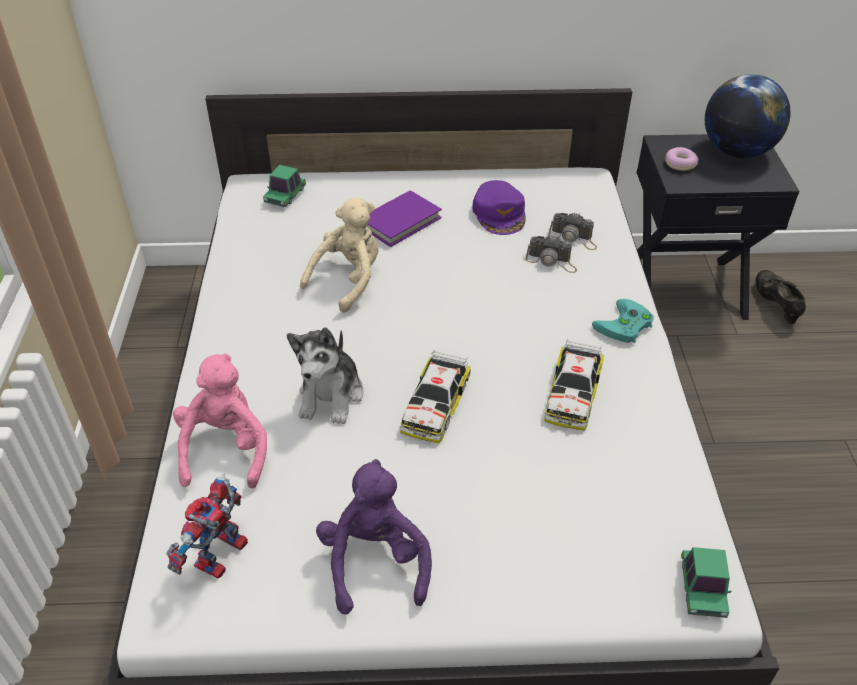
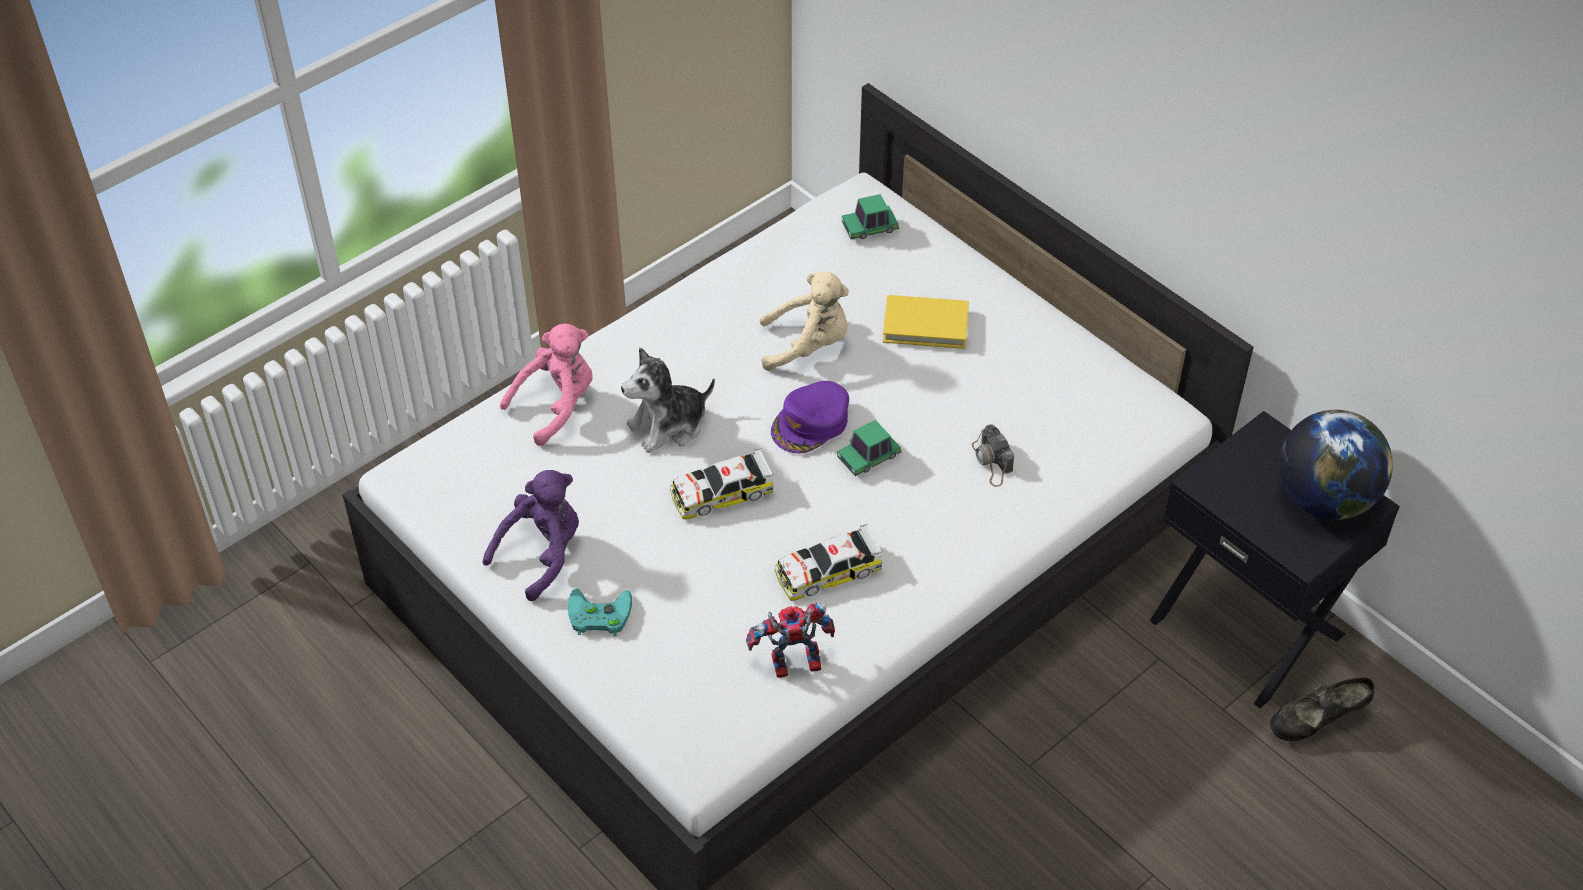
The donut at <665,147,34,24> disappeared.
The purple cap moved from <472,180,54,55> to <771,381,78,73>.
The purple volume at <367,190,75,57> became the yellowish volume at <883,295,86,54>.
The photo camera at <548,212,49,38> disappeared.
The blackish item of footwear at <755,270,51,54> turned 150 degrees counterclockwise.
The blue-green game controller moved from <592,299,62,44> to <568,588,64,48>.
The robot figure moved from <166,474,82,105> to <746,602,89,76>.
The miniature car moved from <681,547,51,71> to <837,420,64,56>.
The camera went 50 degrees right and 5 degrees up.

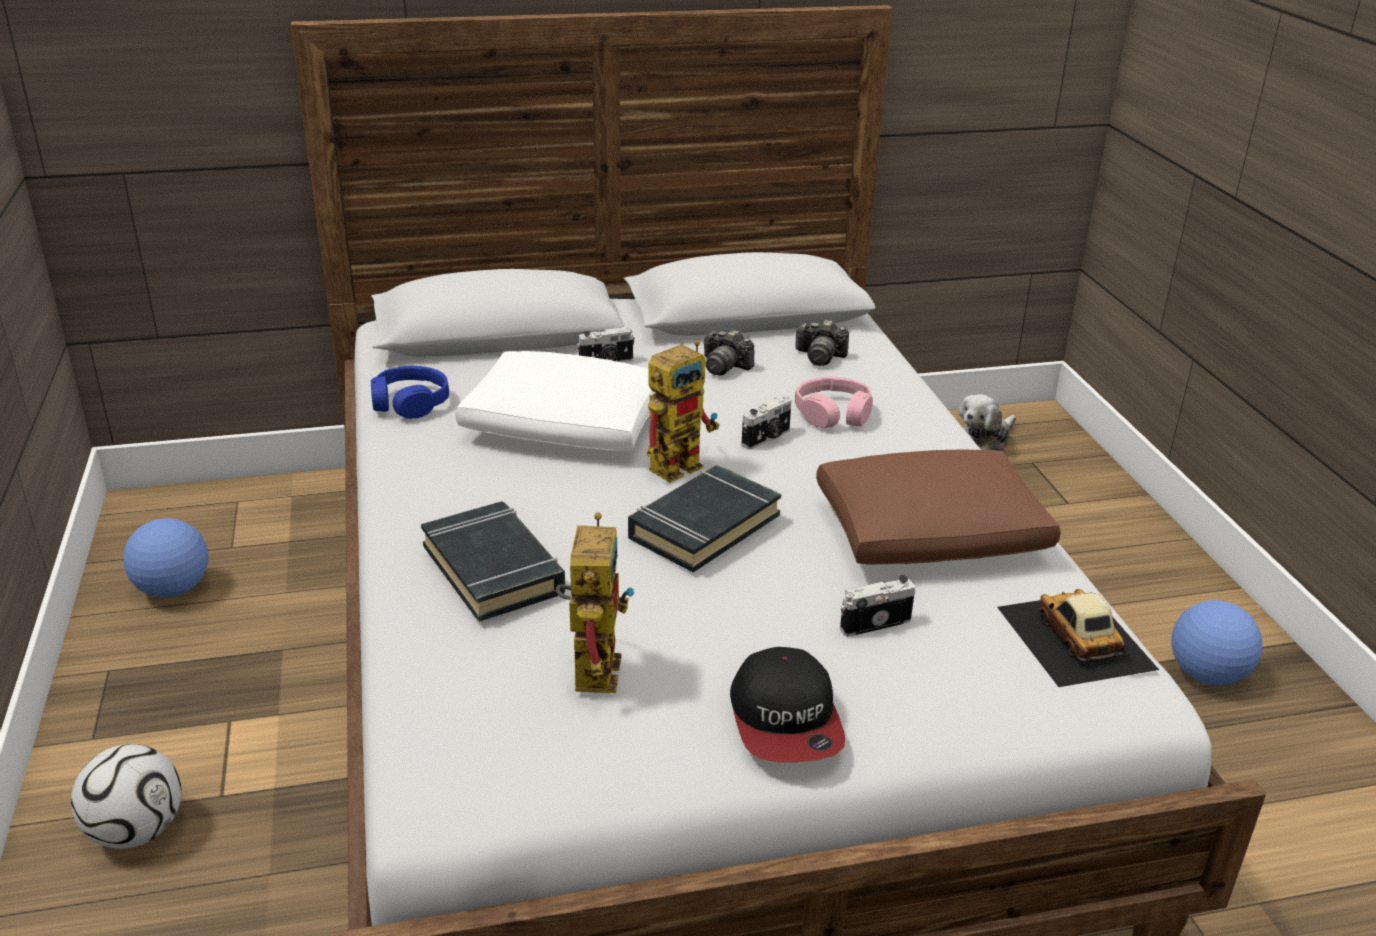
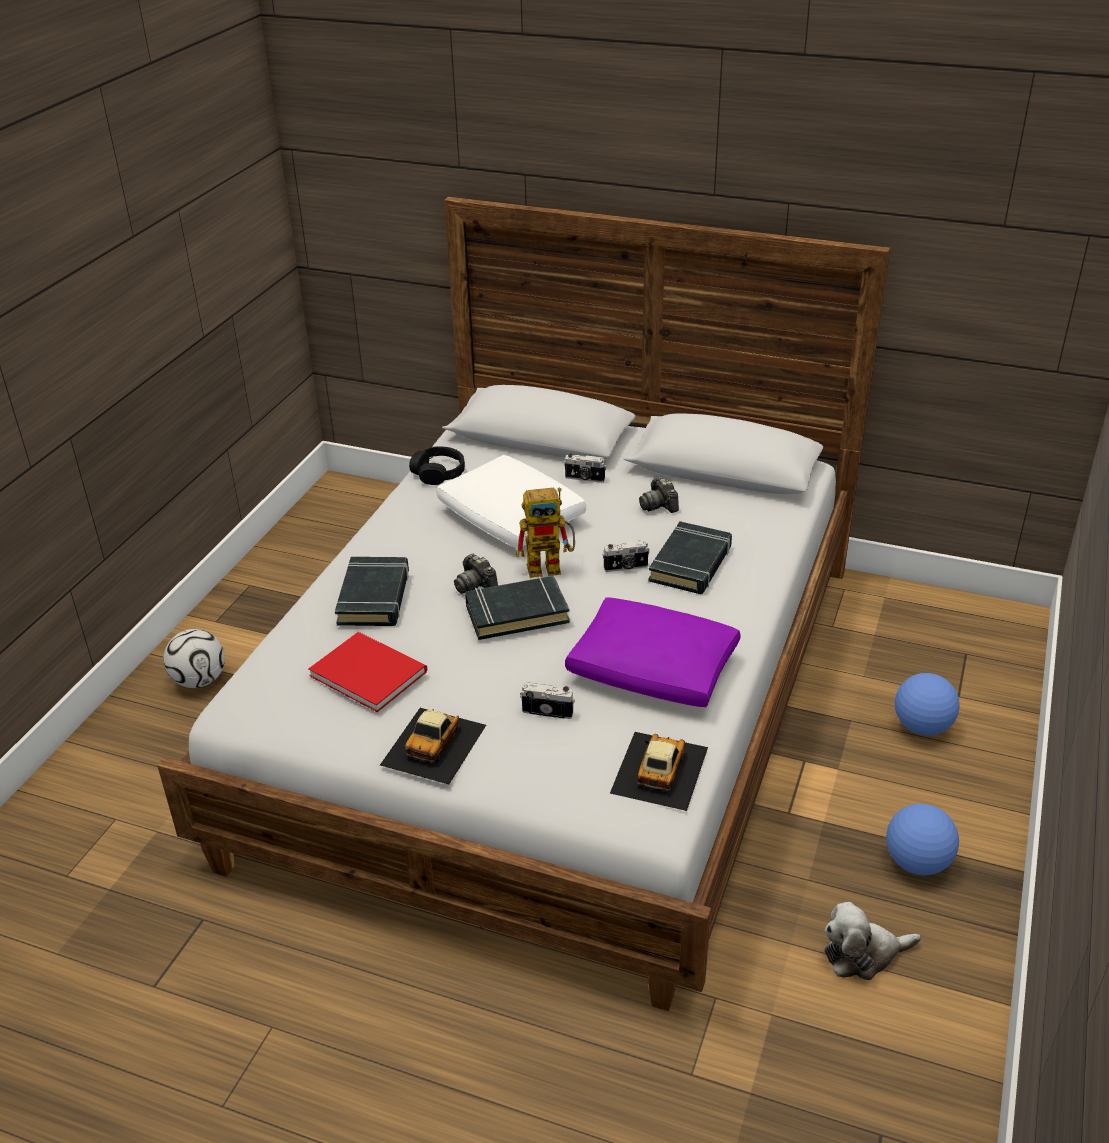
The photo camera moved from <795,320,54,46> to <454,554,44,40>.
The blue-coloured pair of headphones at <371,366,78,53> became the blackish pair of headphones at <409,446,56,39>.
The pink-coloured pair of headphones at <795,377,78,51> was replaced by the blackish volume at <648,521,84,73>.
The soft toy moved from <959,394,57,59> to <825,902,96,78>.
The brownish throw pillow at <816,449,245,115> became the purple throw pillow at <565,598,176,109>.
The robot figure at <556,512,79,181> was replaced by the red-coloured volume at <308,632,119,80>.
The ball for football moved from <123,518,85,80> to <895,673,65,63>.
The cap at <730,647,115,115> was replaced by the miniature car at <380,708,106,77>.
The camera went 35 degrees right and 5 degrees up.

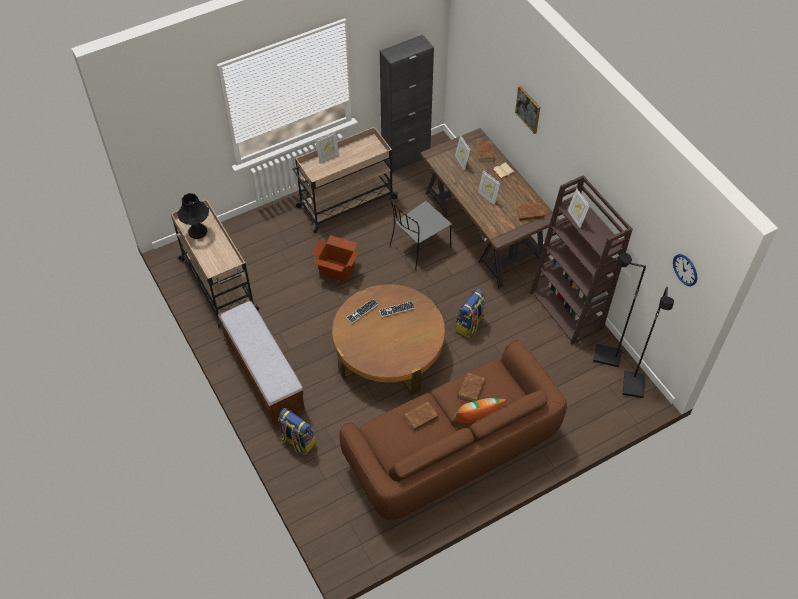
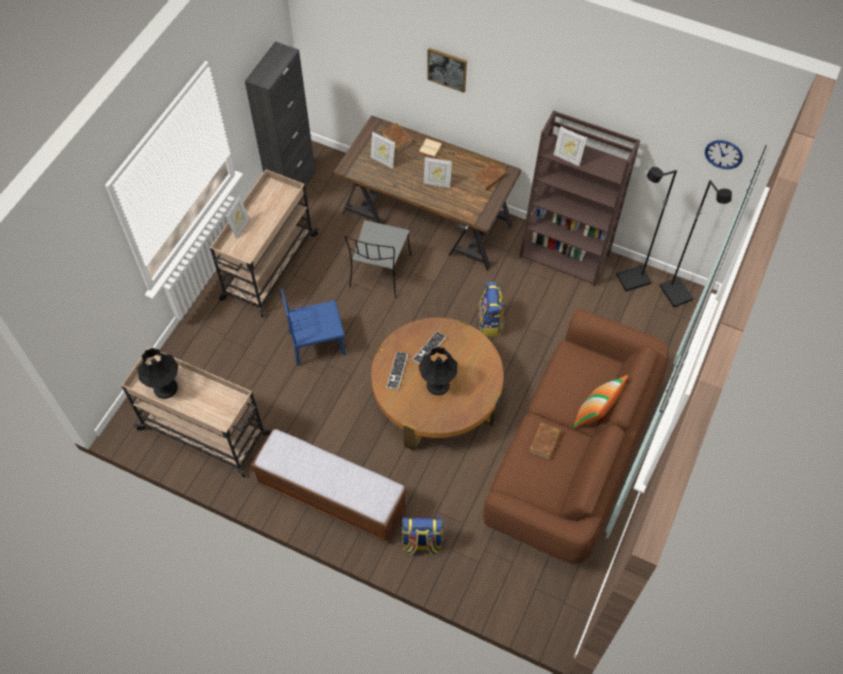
The carton at <312,235,47,48> was replaced by the blue-coloured plain chair at <281,289,65,77>.
The brownish volume at <458,372,27,31> disappeared.
The blackish lamp for a table at <419,346,39,49> appeared.
The camera went 35 degrees left and 5 degrees up.

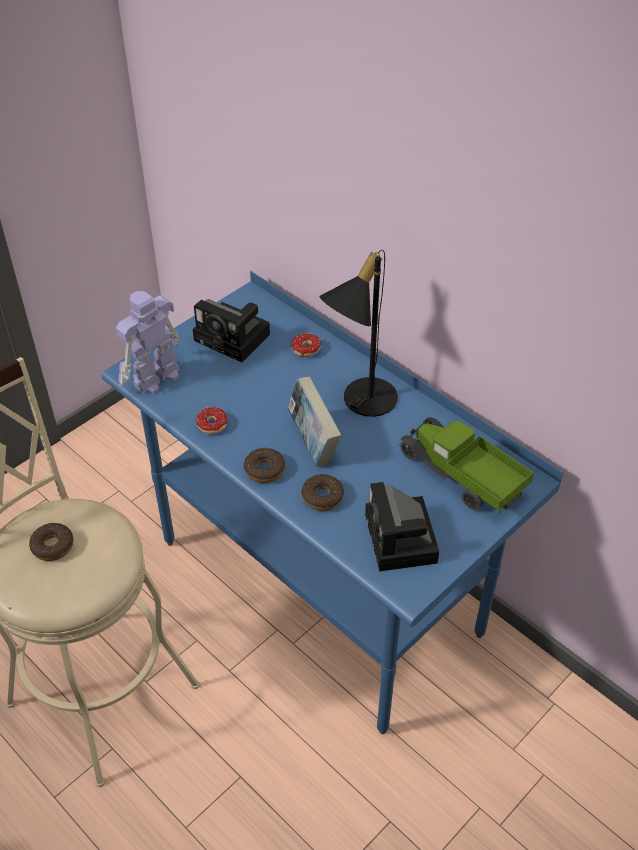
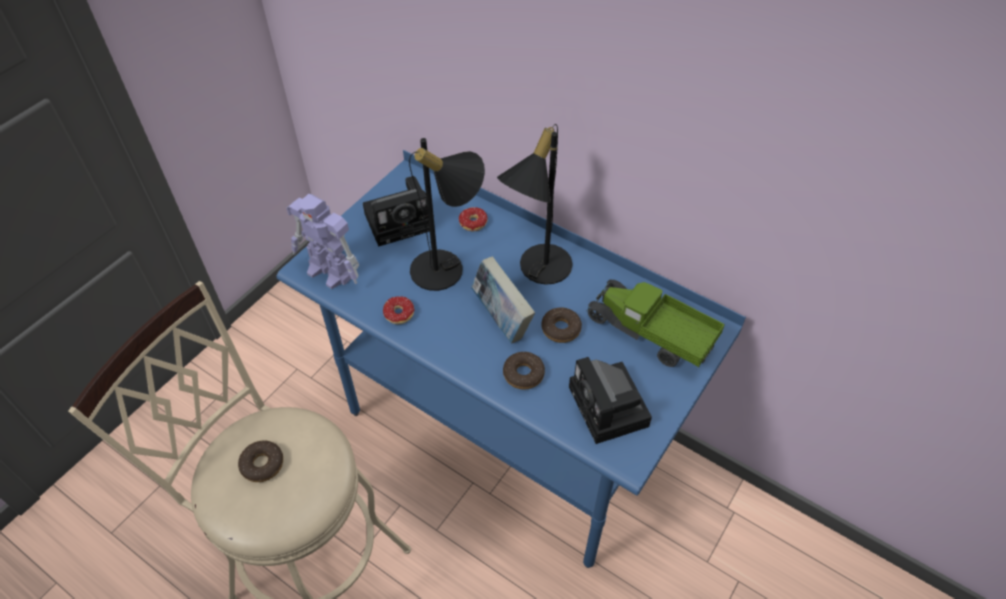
The robot figure at <116,291,64,103> turned 90 degrees counterclockwise.
The photo camera at <193,299,77,63> turned 45 degrees counterclockwise.
The donut moved from <244,448,41,35> to <541,307,41,36>.
The blackish lamp for a table at <409,138,76,153> appeared.
The camera went 10 degrees left and 5 degrees up.

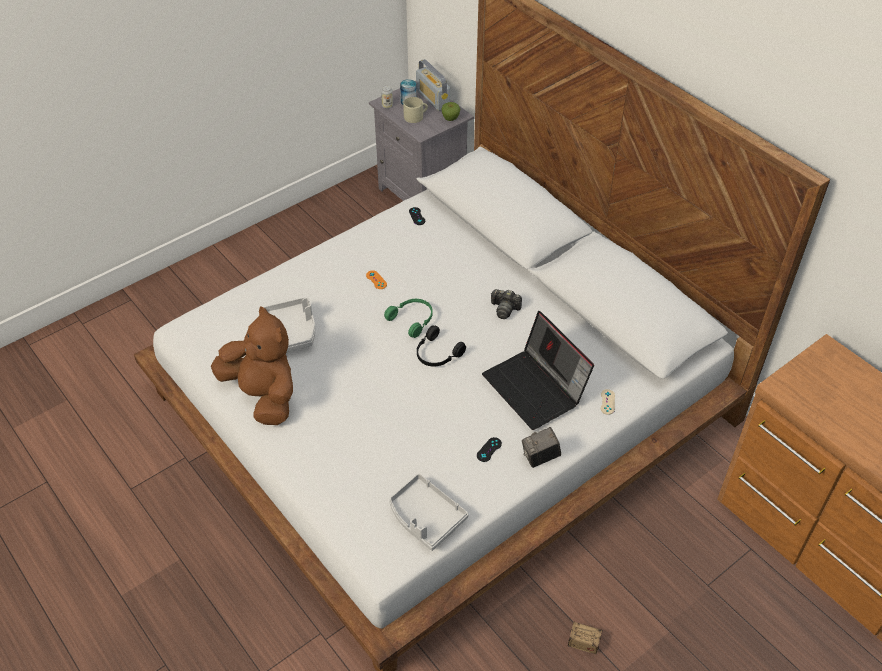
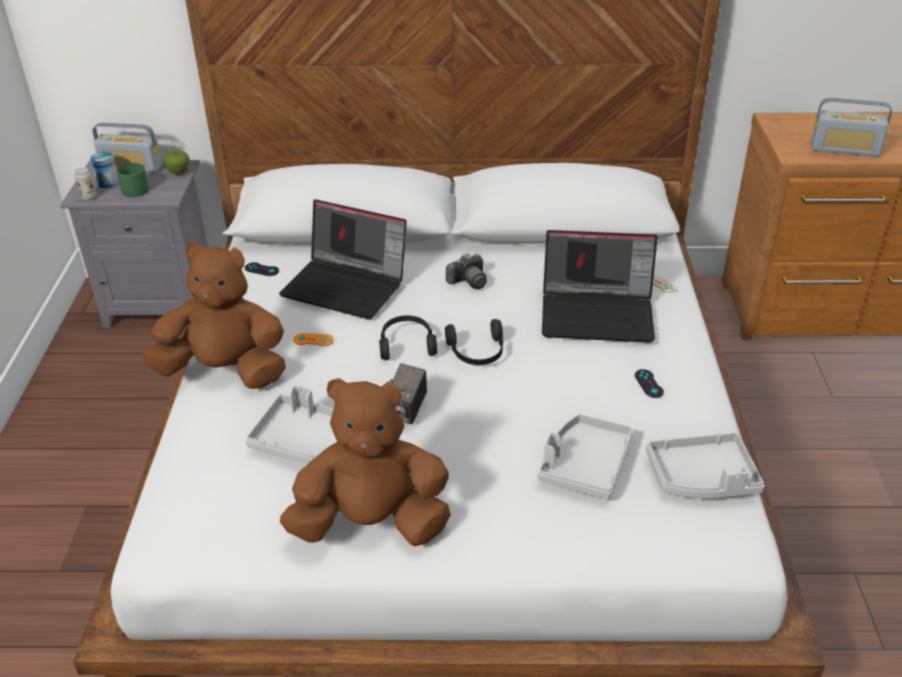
The sand-coloured mug at <403,97,25,26> became the green mug at <117,163,32,34>.
The green pair of headphones at <384,299,49,39> became the blackish pair of headphones at <379,315,58,45>.
The photo camera moved from <522,427,39,41> to <389,363,38,61>.
The storage box at <533,609,69,45> disappeared.
The radio receiver at <811,98,81,59> appeared.
The portable computer at <279,199,128,121> appeared.
The brownish soft toy at <142,241,144,148> appeared.
The grey tray at <537,414,97,85> appeared.
The camera went 50 degrees left and 10 degrees down.

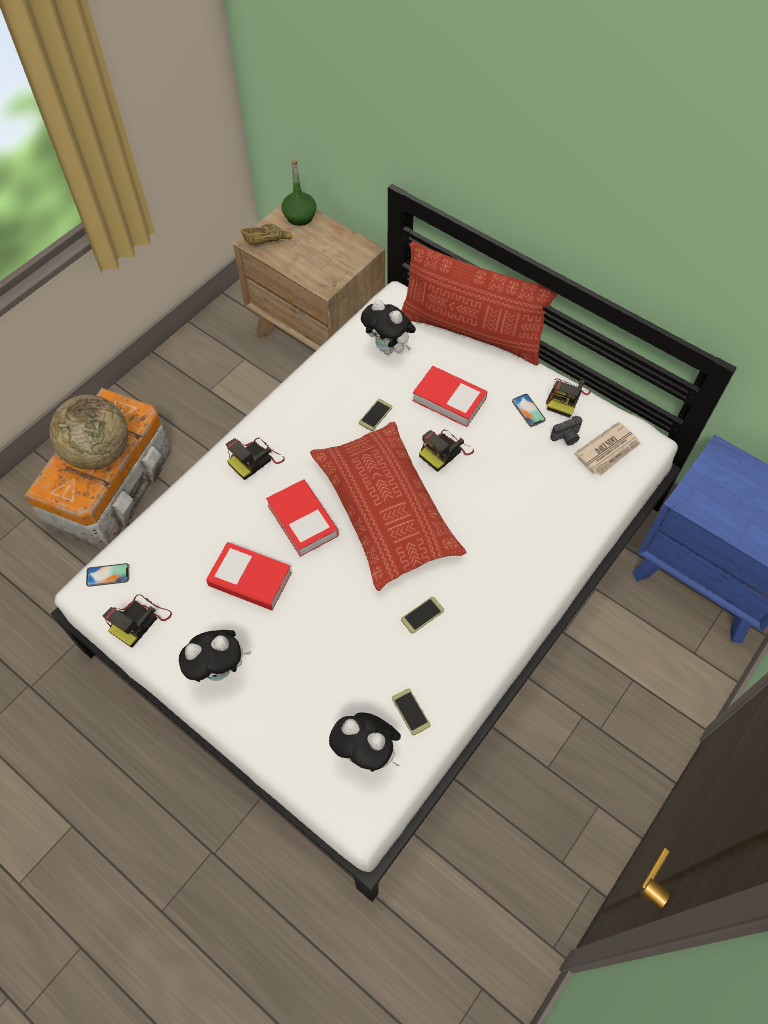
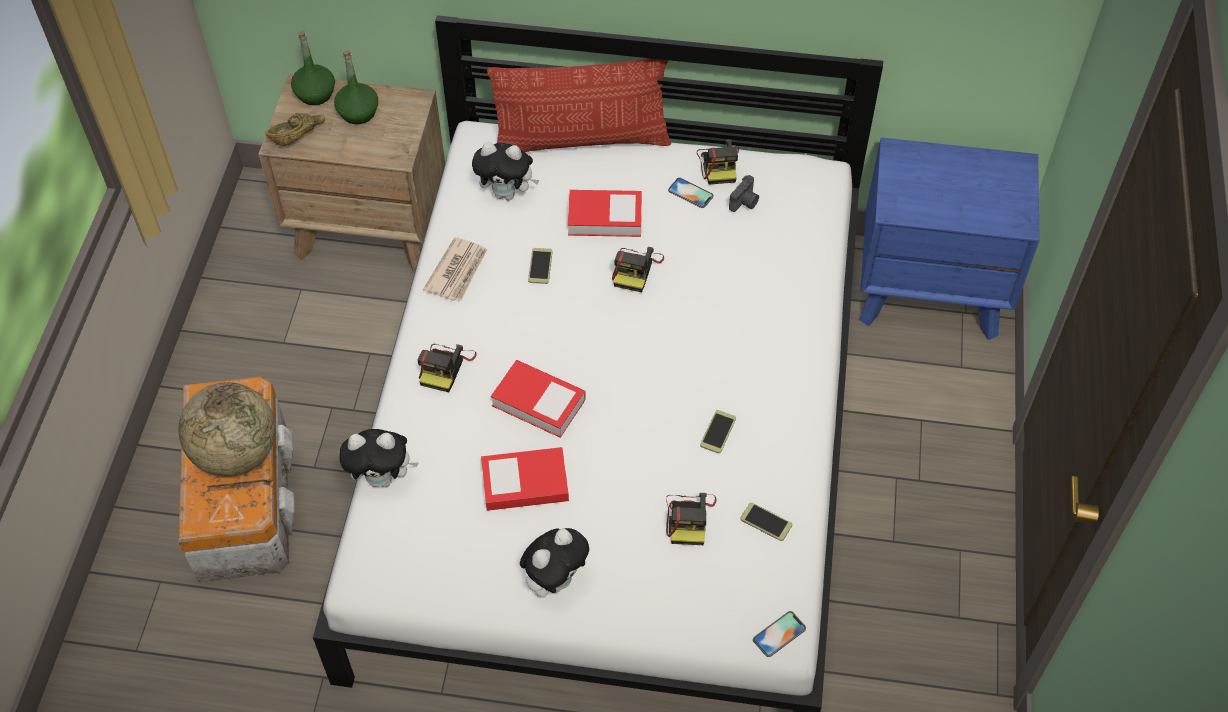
The throw pillow at <310,422,156,169> disappeared.
The newspaper moved from <574,422,67,54> to <423,237,64,64>.
The telephone moved from <86,563,43,24> to <753,611,53,46>.
The photo camera moved from <103,594,69,54> to <666,493,51,52>.
The soft toy moved from <329,713,72,59> to <339,429,80,58>.
The green drink bottle at <334,50,44,74> appeared.
The camera went 30 degrees left and 5 degrees down.

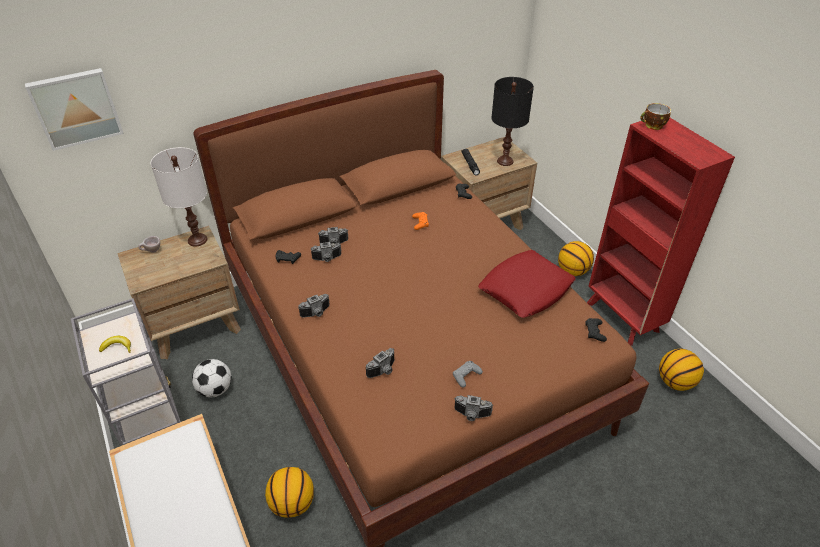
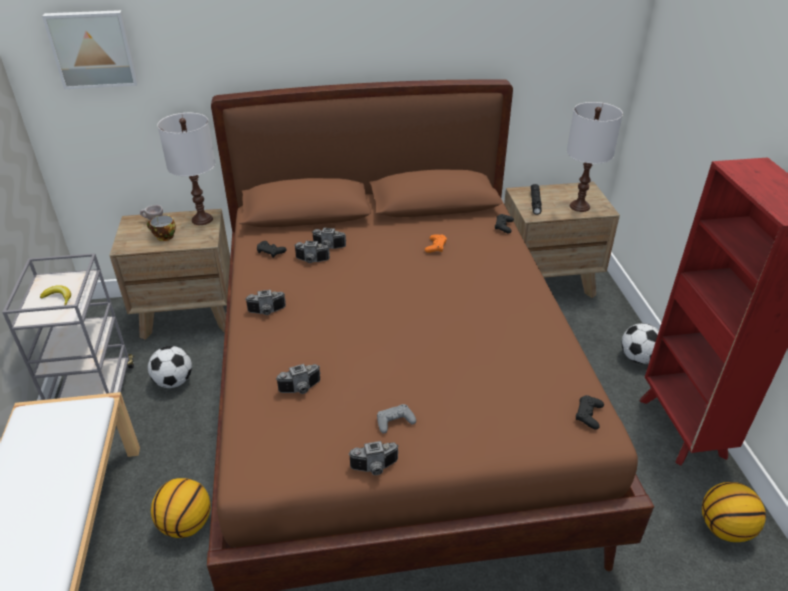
The blackish lamp for a table at <491,77,43,89> became the white lamp for a table at <567,102,56,110>.
The cup moved from <640,103,31,27> to <147,215,29,26>.
The basketball ball at <558,241,36,35> was replaced by the ball for football at <621,323,38,41>.
The red-coloured throw pillow at <478,250,98,68> disappeared.
The photo camera at <454,395,39,26> turned 45 degrees counterclockwise.
The camera went 20 degrees right and 5 degrees down.

